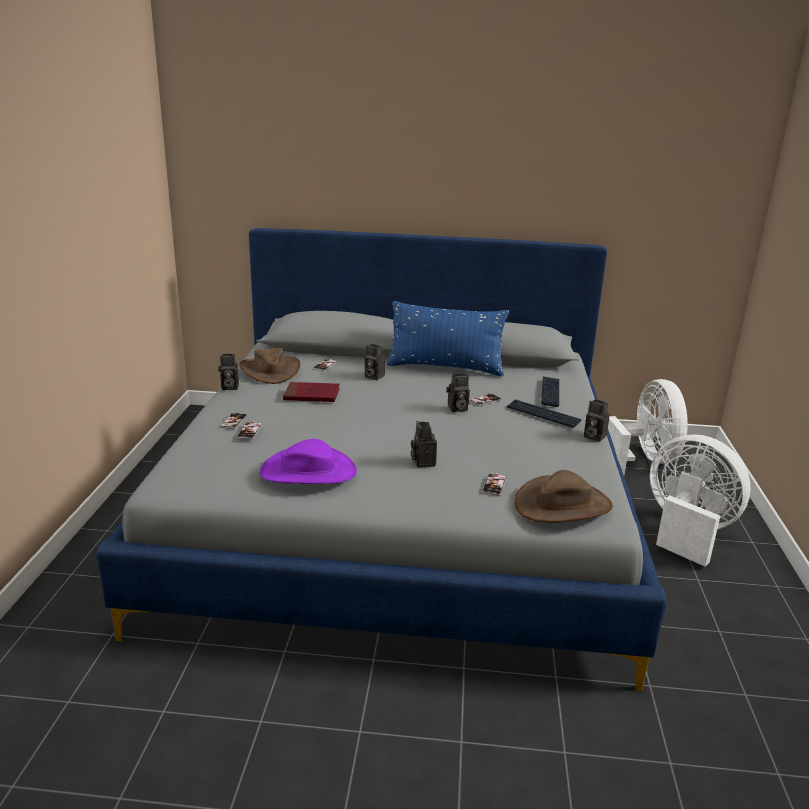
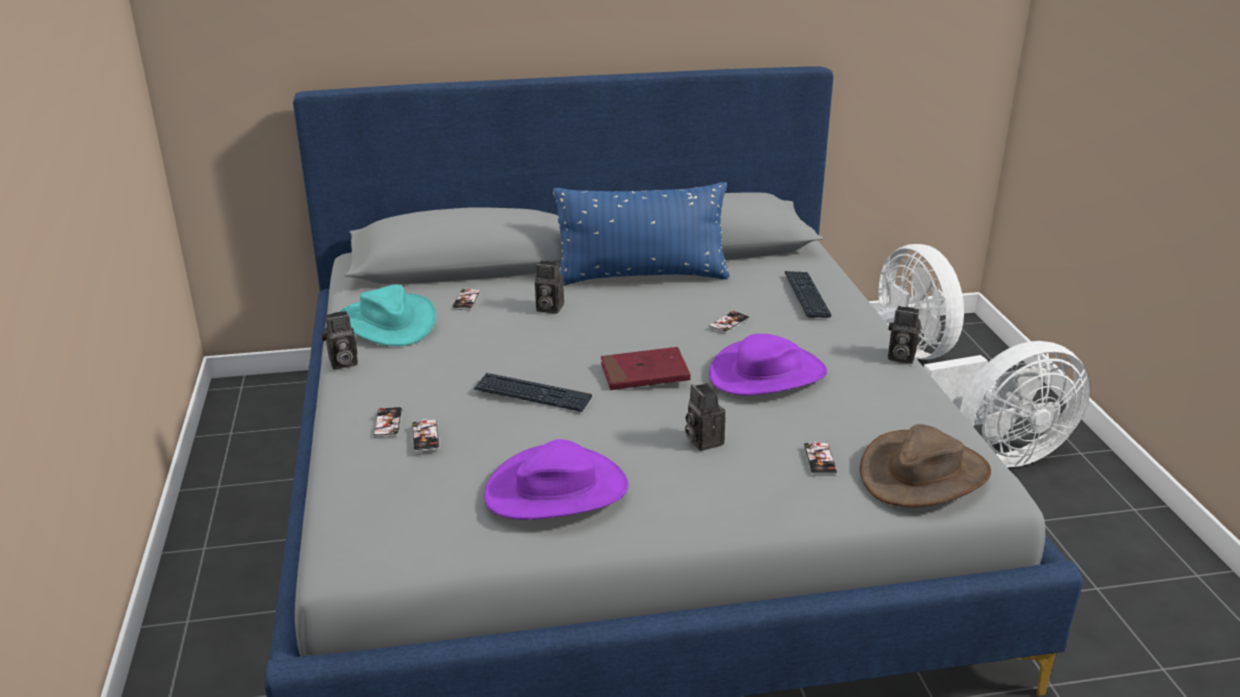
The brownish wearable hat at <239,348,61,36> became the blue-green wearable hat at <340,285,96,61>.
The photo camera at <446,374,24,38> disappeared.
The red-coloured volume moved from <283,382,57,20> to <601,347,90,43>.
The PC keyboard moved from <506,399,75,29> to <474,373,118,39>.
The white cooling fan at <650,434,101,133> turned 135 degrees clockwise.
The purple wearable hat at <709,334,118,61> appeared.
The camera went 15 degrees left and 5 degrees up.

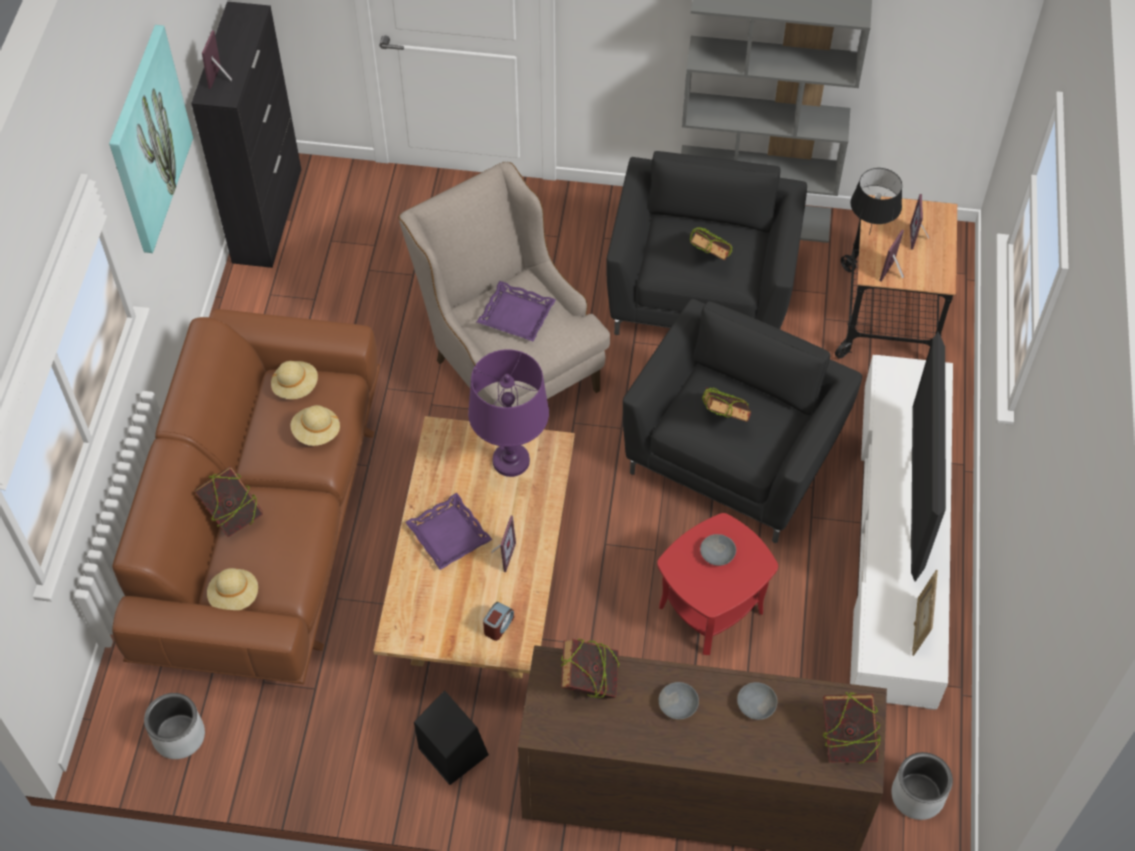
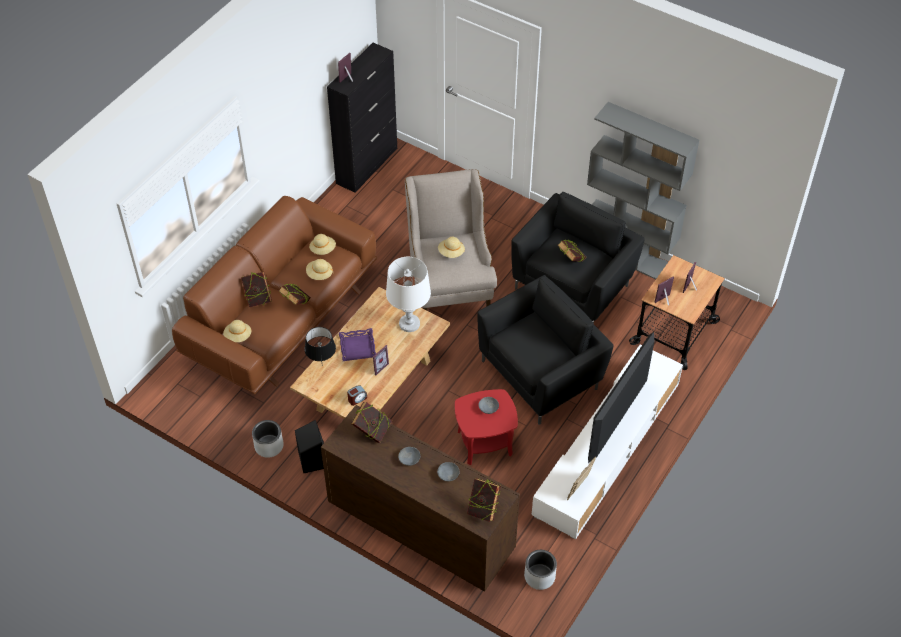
The wall picture at <109,25,84,228> disappeared.
The blackish lamp for a table moved from <850,168,52,67> to <305,327,31,34>.
The purple tray at <477,281,79,61> was replaced by the sand-coloured wearable hat at <438,237,27,21>.
The purple lamp for a table at <468,349,81,128> became the white lamp for a table at <386,257,45,75>.
The volume moved from <701,387,50,35> to <279,284,32,21>.
The grey flower pot moved from <144,693,61,66> to <252,420,32,38>.
The camera went 25 degrees right and 5 degrees down.

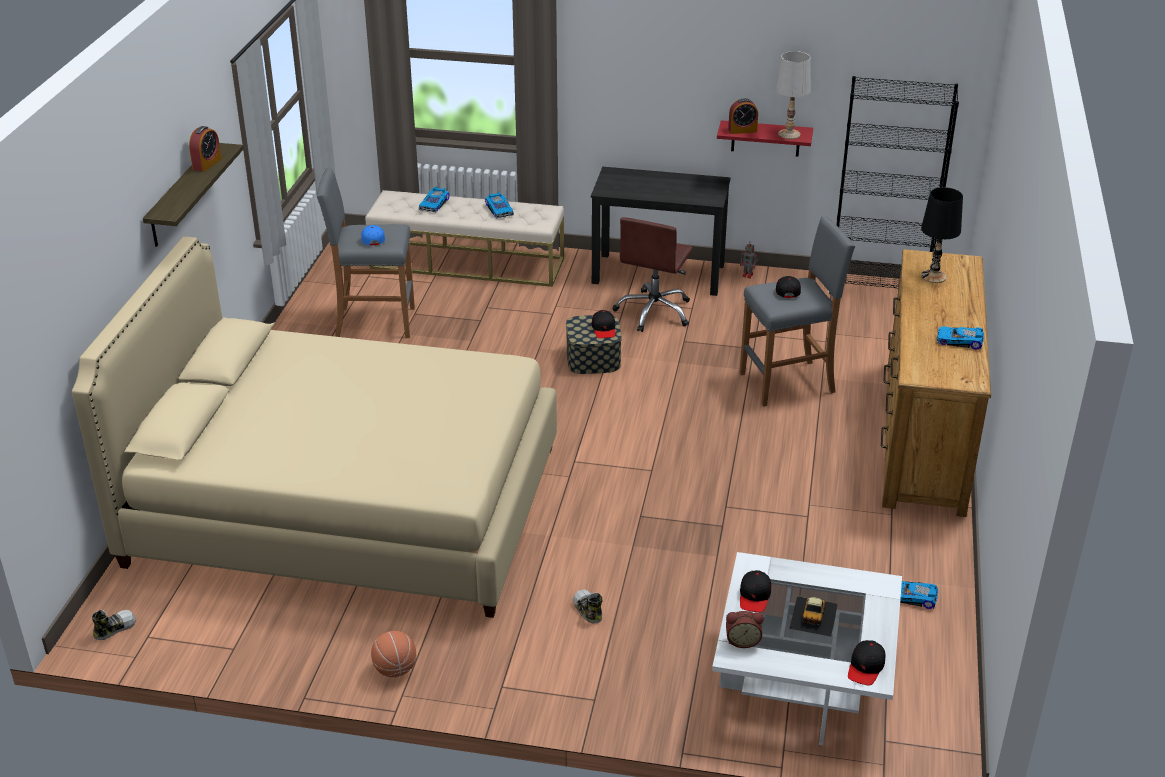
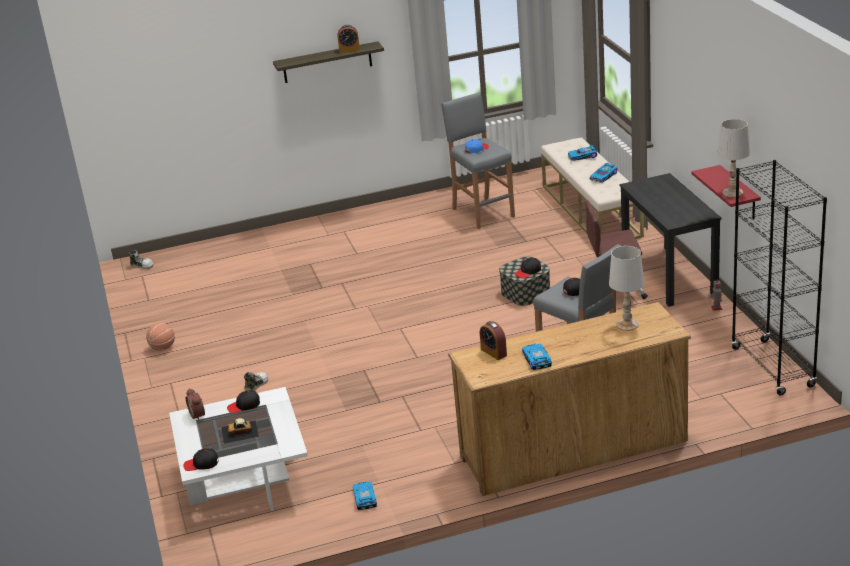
The bedside clock moved from <728,98,30,36> to <480,321,27,39>.
The blackish lamp for a table at <921,187,42,96> became the white lamp for a table at <609,246,35,85>.
The sand-coloured sleeping bed at <72,237,485,381> disappeared.
The camera went 65 degrees right and 5 degrees down.

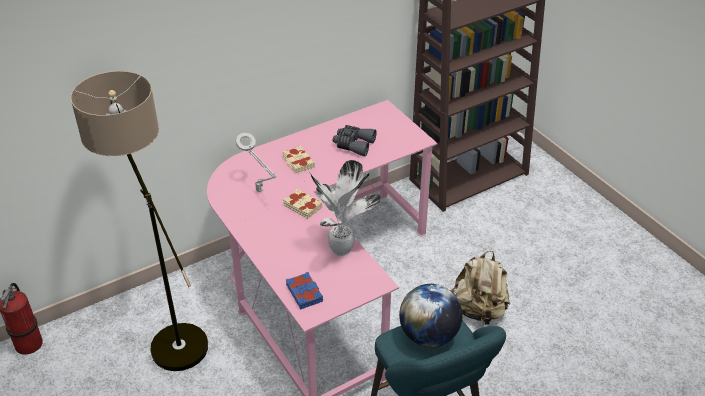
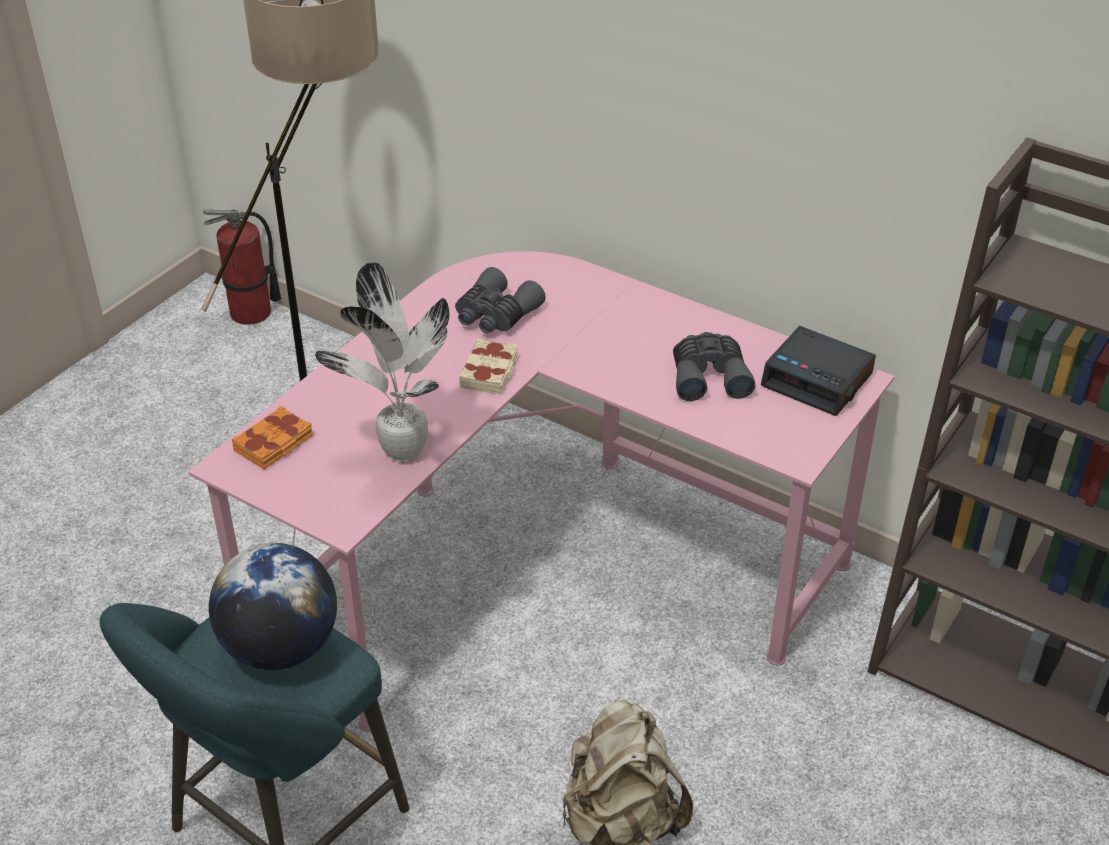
The grey lamp for a table at <236,133,41,59> was replaced by the grey binoculars at <455,267,91,66>.
The sand-coloured volume at <282,146,33,28> disappeared.
The blue-coloured volume at <286,272,37,38> became the orange-coloured volume at <232,405,81,65>.
The bedside clock at <761,326,115,90> appeared.
The camera went 65 degrees right and 0 degrees up.

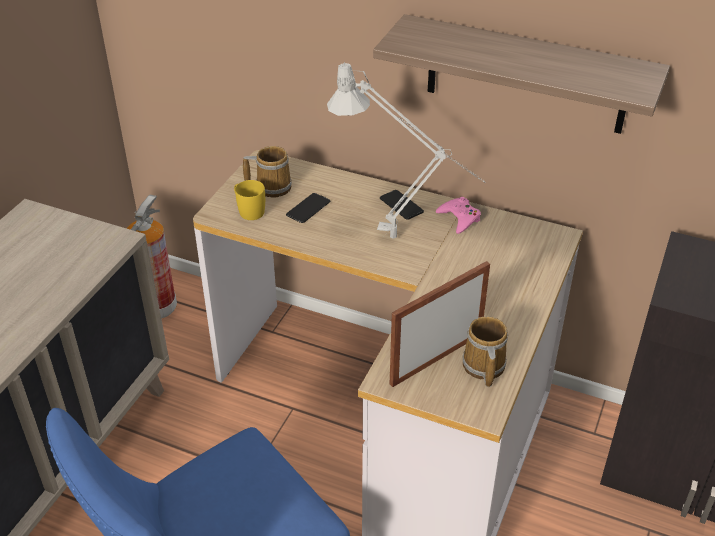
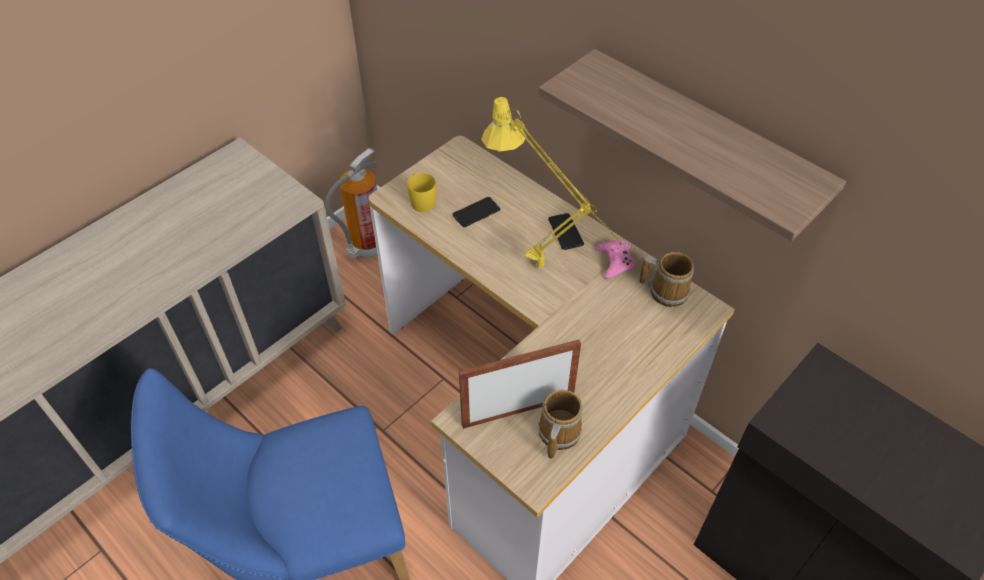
The grey lamp for a table at <327,62,159,177> became the yellowish lamp for a table at <481,97,145,171>.
The mug moved from <243,146,49,52> to <640,252,54,55>.
The camera went 20 degrees right and 10 degrees up.

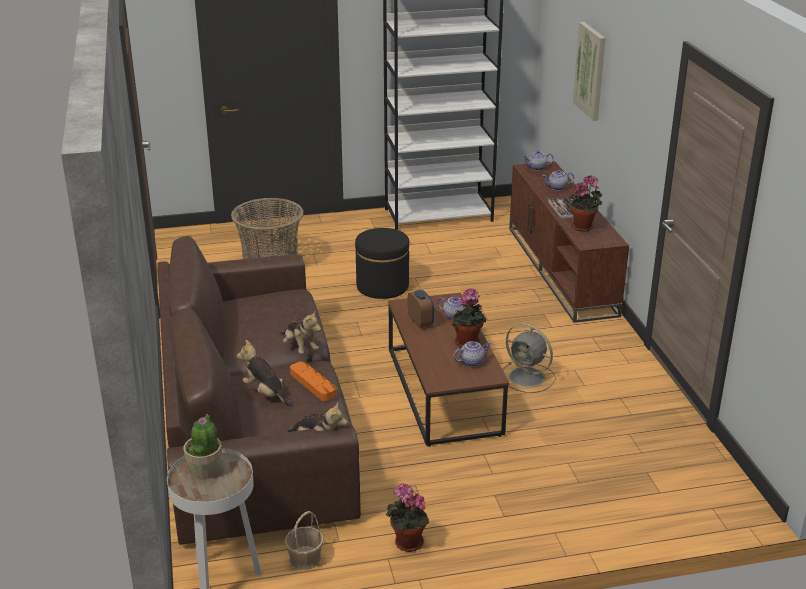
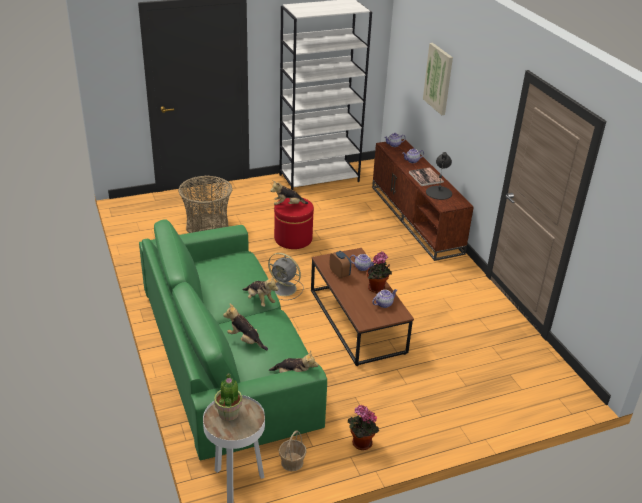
The potted plant at <570,175,32,56> was replaced by the blackish lamp for a table at <426,152,26,48>.
The blackish ottoman at <355,228,54,71> became the red-coloured ottoman at <274,198,40,51>.
The brownish sofa at <157,236,204,309> became the green sofa at <139,219,188,241>.
The grey cooling fan moved from <503,323,53,70> to <268,253,36,47>.
The orange-coloured tray at <290,361,47,40> disappeared.
The soft toy at <270,180,38,25> appeared.
The camera went 10 degrees left and 5 degrees up.

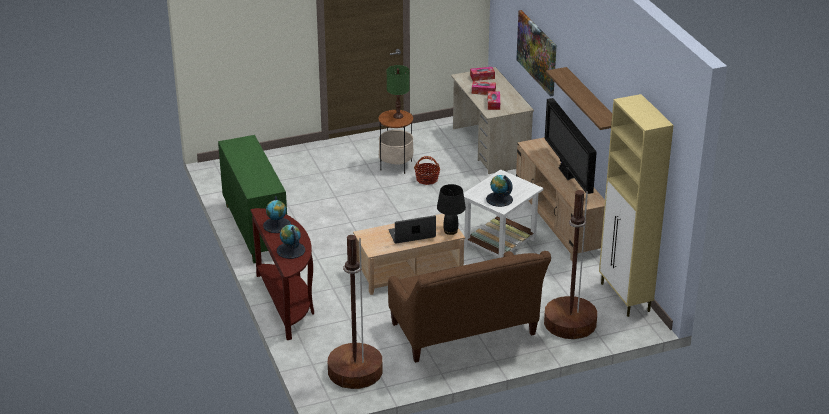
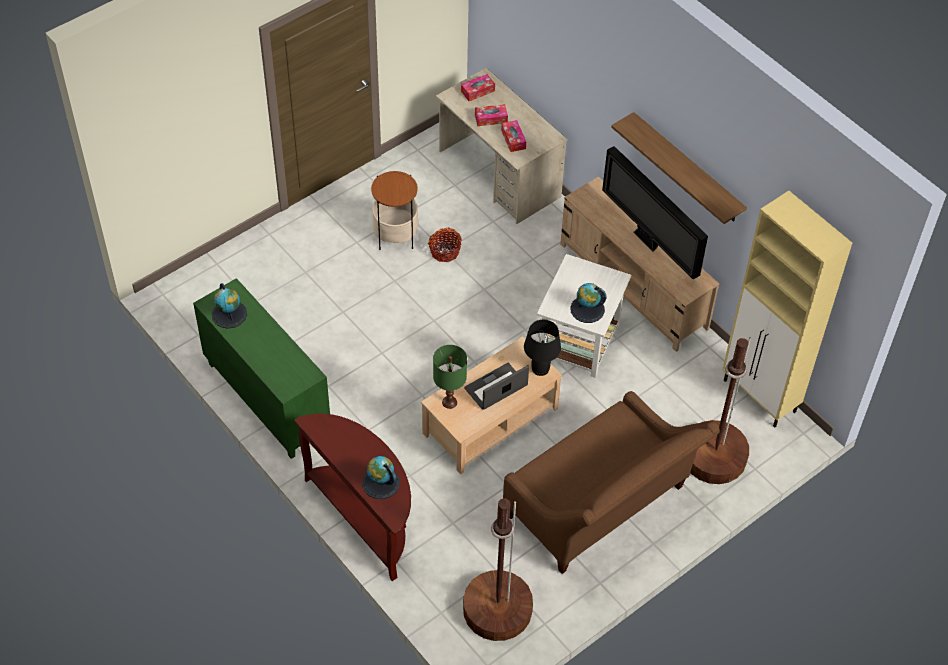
The wall picture at <516,10,41,87> disappeared.
The green lamp for a table moved from <387,65,22,54> to <433,345,34,64>.
The globe moved from <263,196,28,37> to <212,283,35,46>.
The camera went 20 degrees left and 20 degrees up.

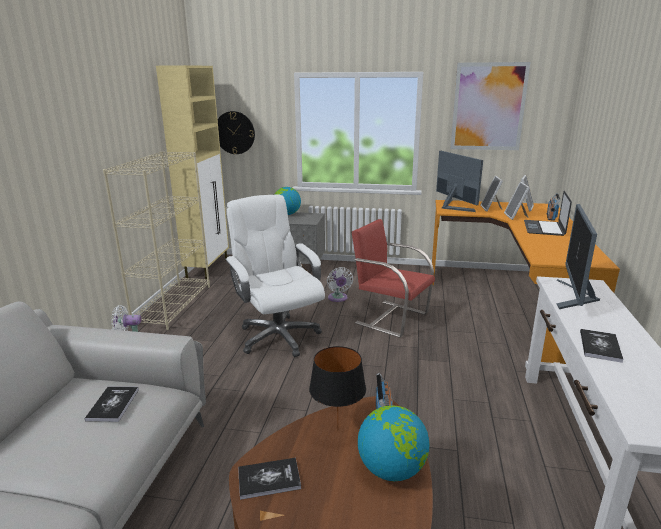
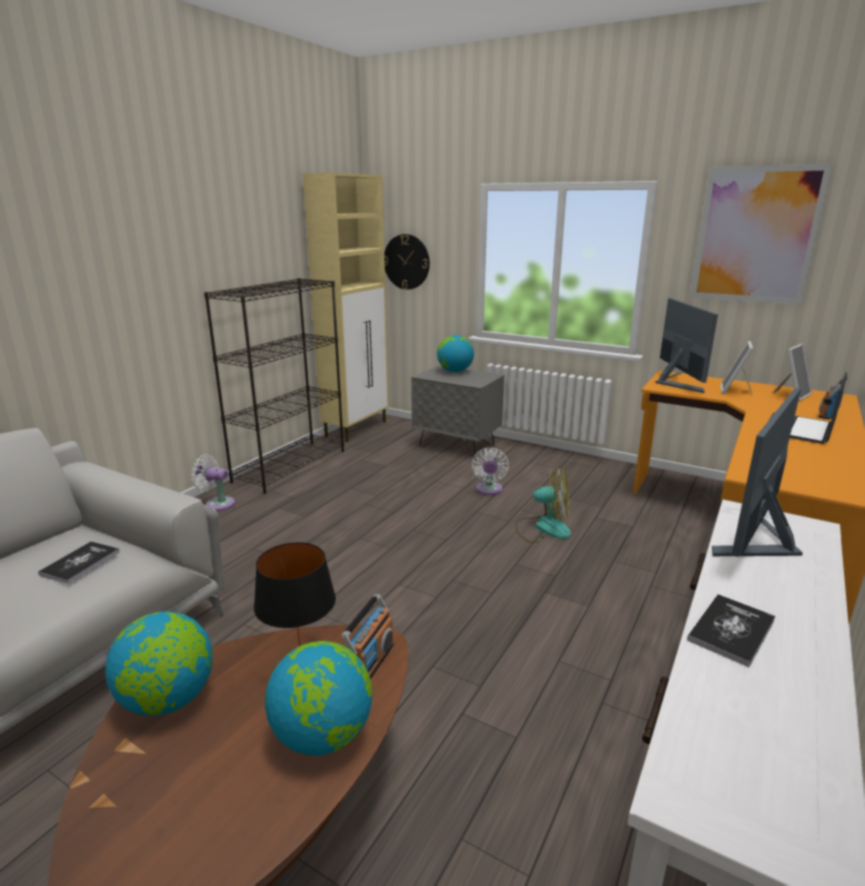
The sand-coloured shelving unit at <103,151,107,179> became the blackish shelving unit at <204,278,140,216>.
The photo frame at <504,182,26,38> disappeared.
The white computer chair at <225,195,100,162> disappeared.
The red-coloured plain chair at <352,219,83,119> was replaced by the cooling fan at <516,466,55,77>.
The volume at <238,458,63,42> was replaced by the globe at <105,612,108,104>.
The camera went 20 degrees right and 0 degrees up.

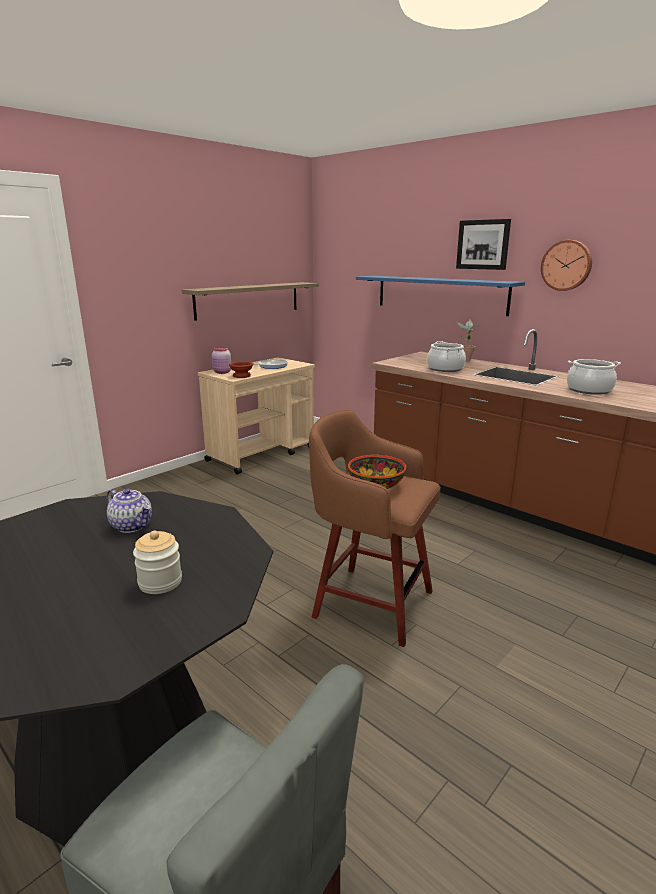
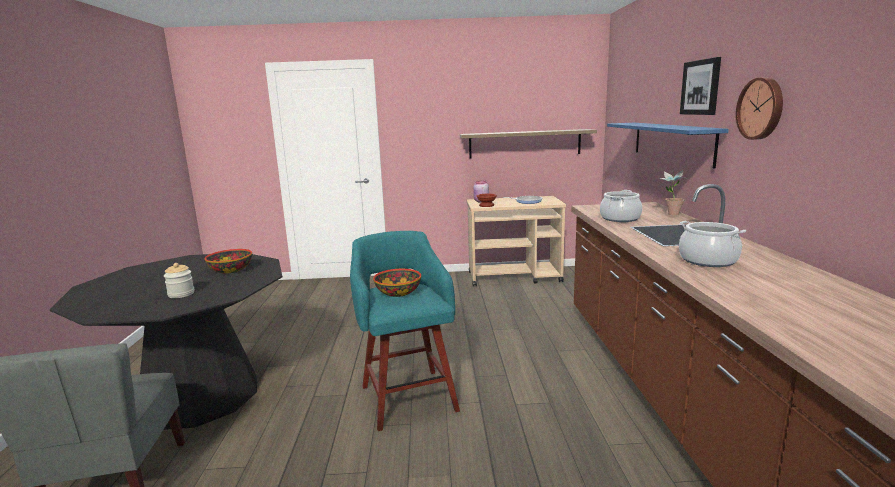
The brownish sitting stool at <309,410,132,237> became the blue-green sitting stool at <350,231,110,200>.
The tea pot at <107,488,45,45> was replaced by the bowl at <204,249,48,25>.
The camera went 45 degrees right and 5 degrees down.

